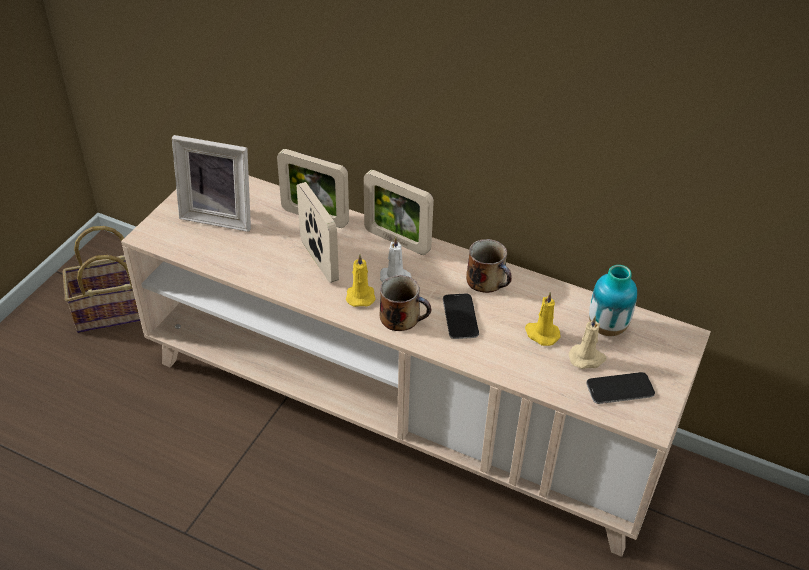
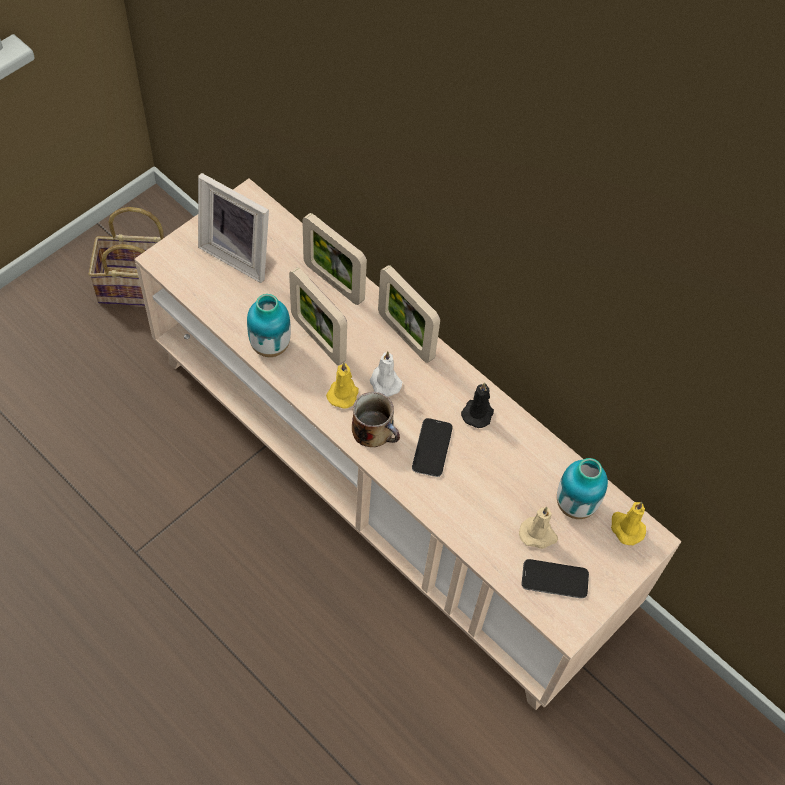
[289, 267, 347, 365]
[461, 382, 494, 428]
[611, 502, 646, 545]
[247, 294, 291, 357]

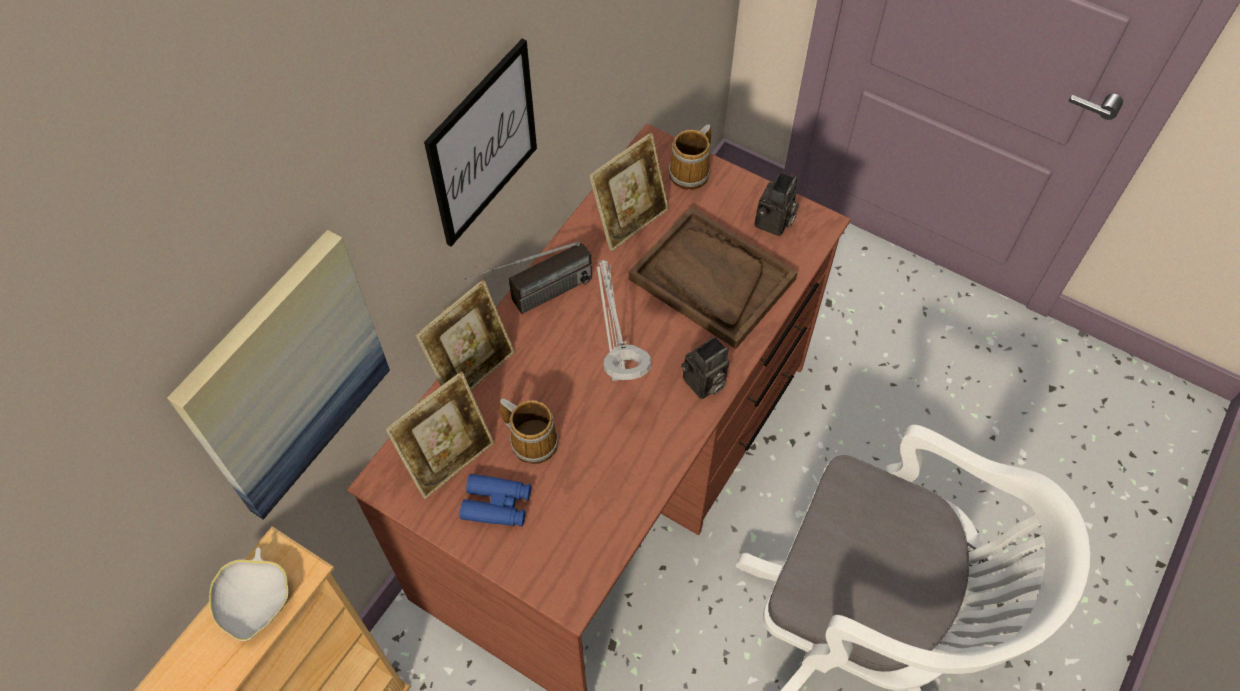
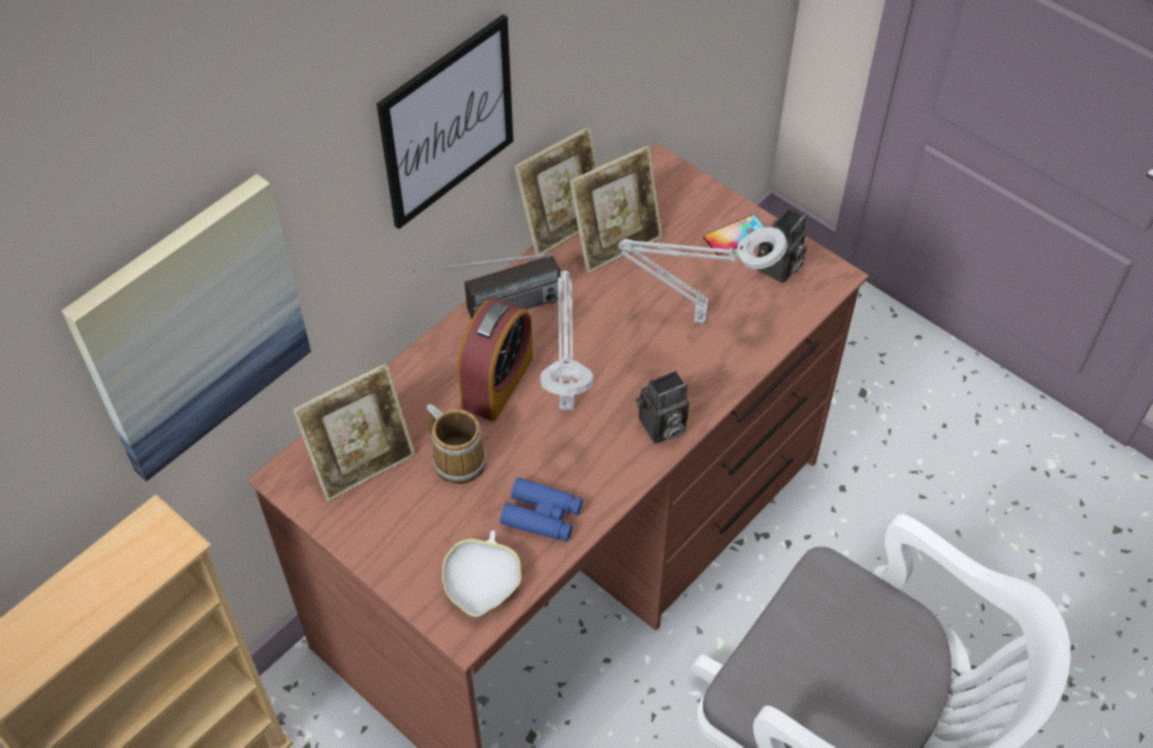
[442, 530, 521, 617]
[514, 127, 598, 255]
[500, 477, 583, 542]
[618, 227, 788, 324]
[669, 124, 711, 190] (first image)
[458, 298, 533, 421]
[703, 214, 765, 255]

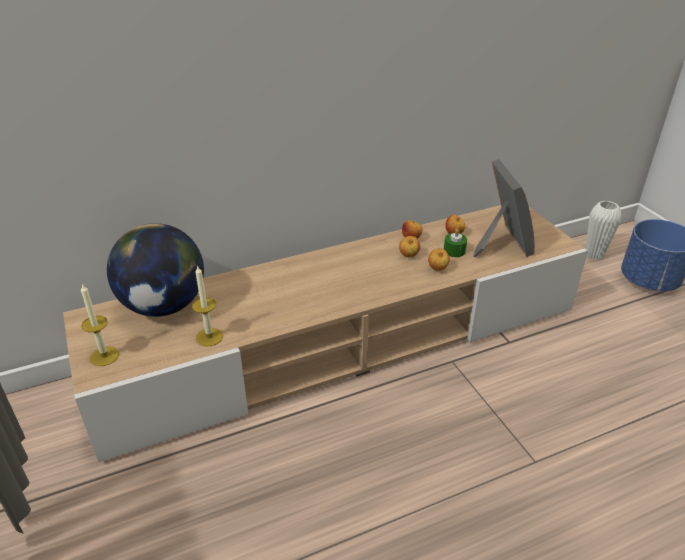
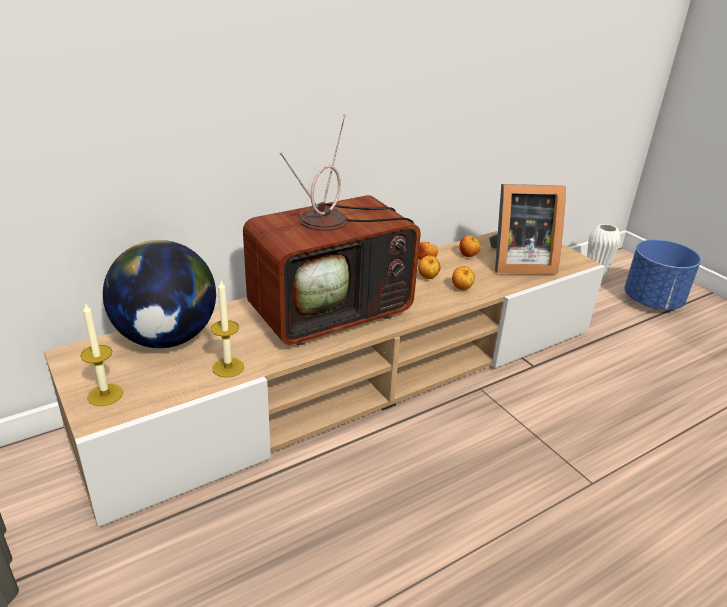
[444, 228, 467, 257] (first image)
[489, 184, 566, 274]
[243, 114, 421, 345]

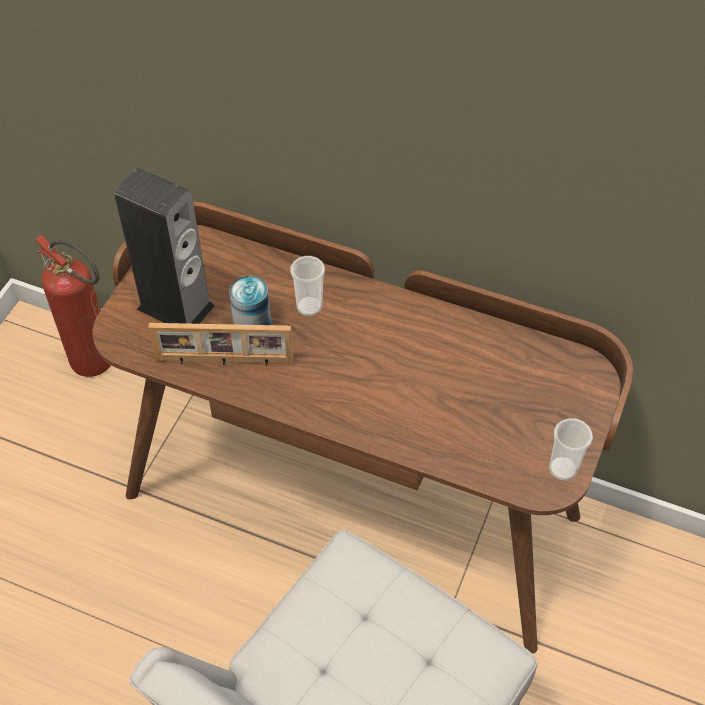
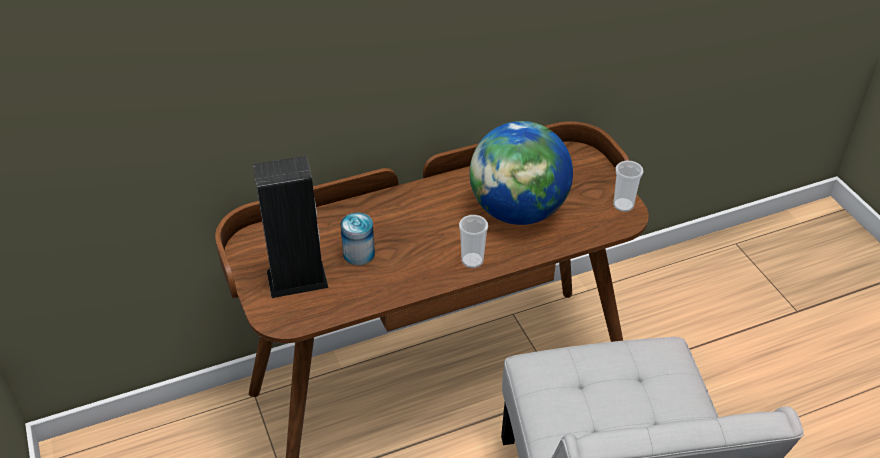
[35, 235, 111, 377] (first image)
[148, 323, 293, 366] (first image)
[459, 215, 488, 268]
[470, 121, 573, 225]

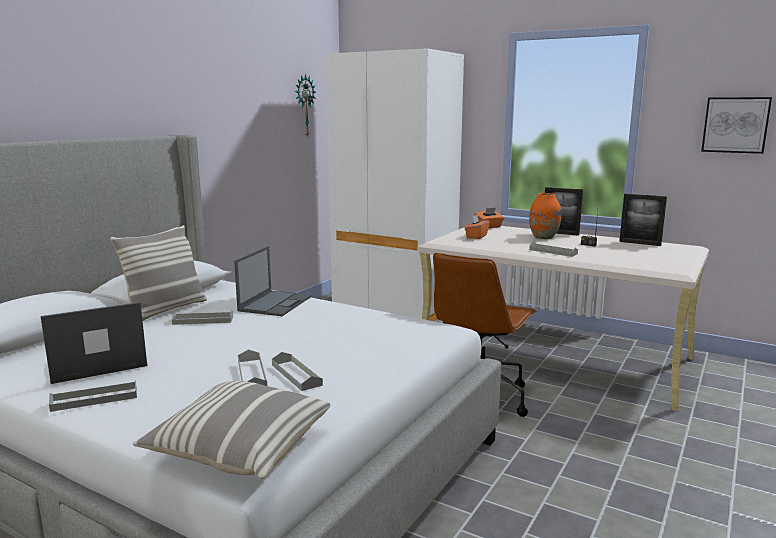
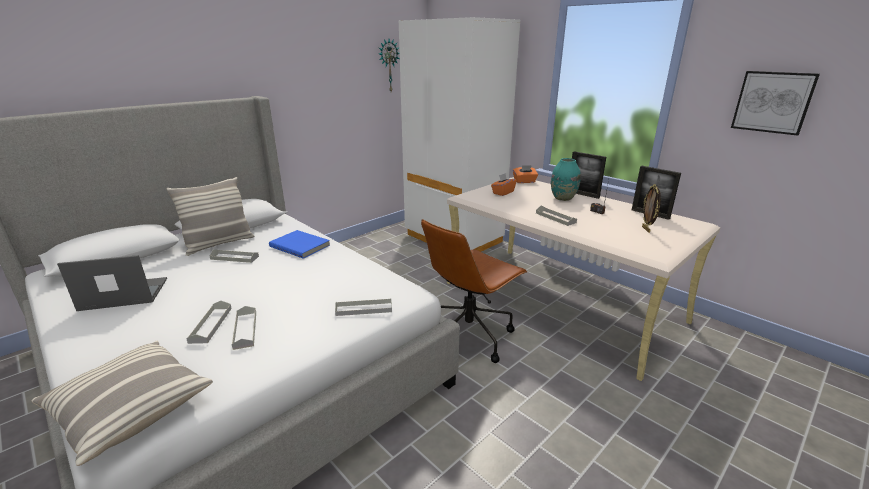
[335, 299, 392, 316]
[269, 230, 330, 259]
[551, 158, 581, 201]
[642, 184, 661, 233]

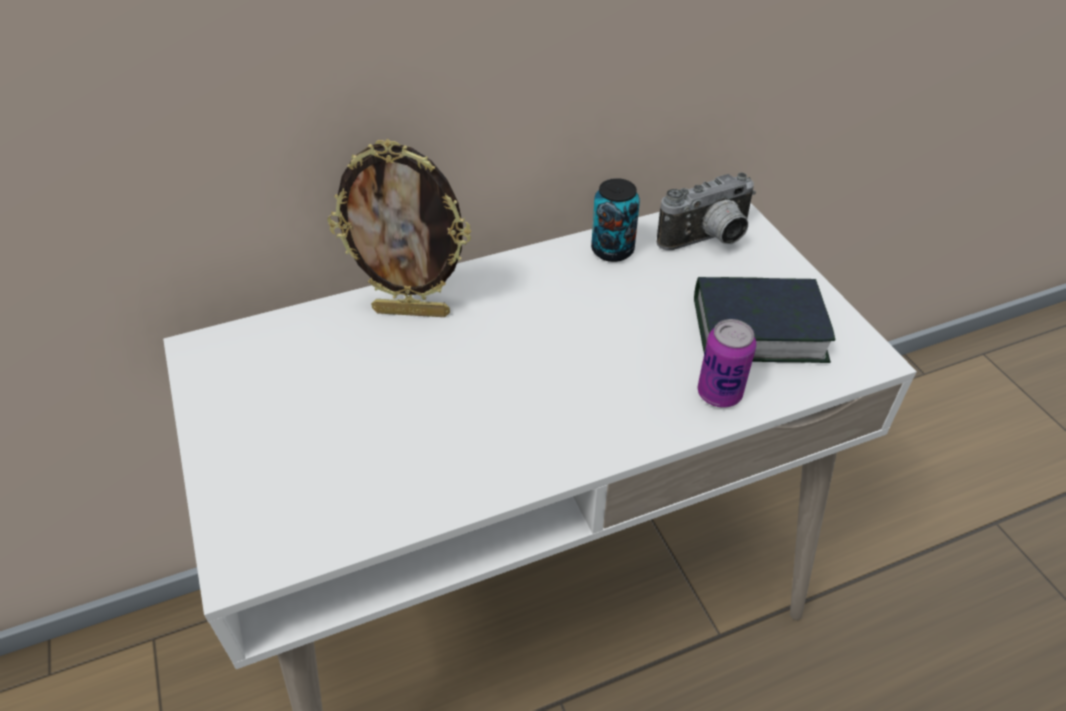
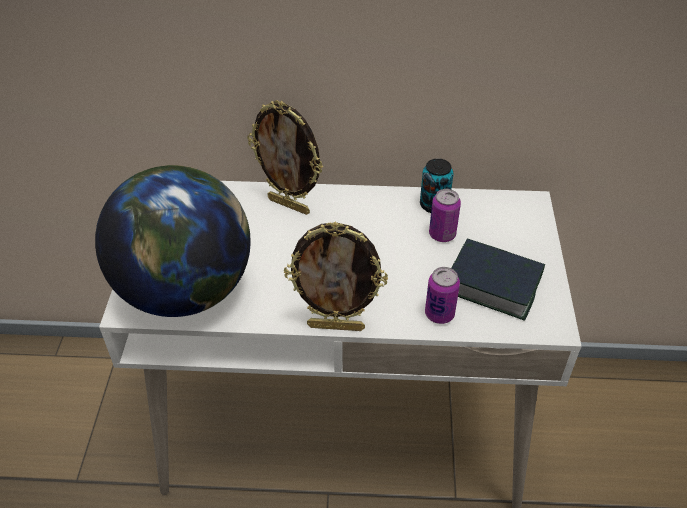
[657, 172, 756, 250] (first image)
[95, 165, 251, 317]
[284, 221, 388, 331]
[429, 189, 461, 242]

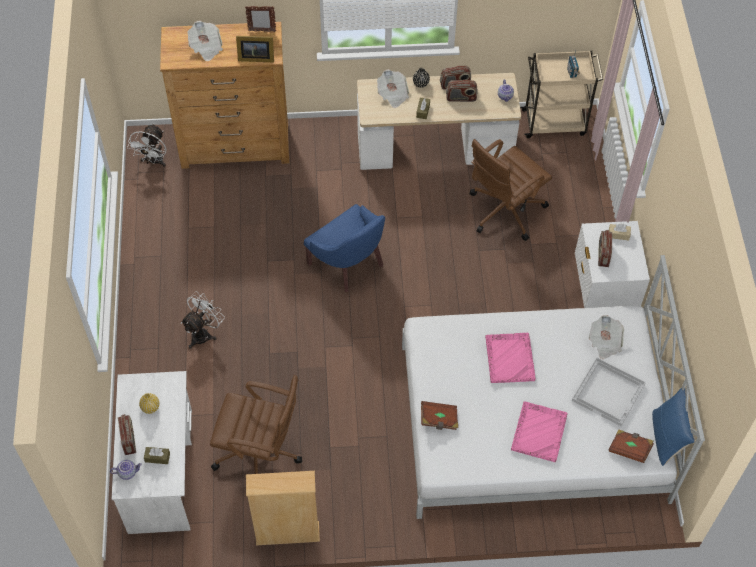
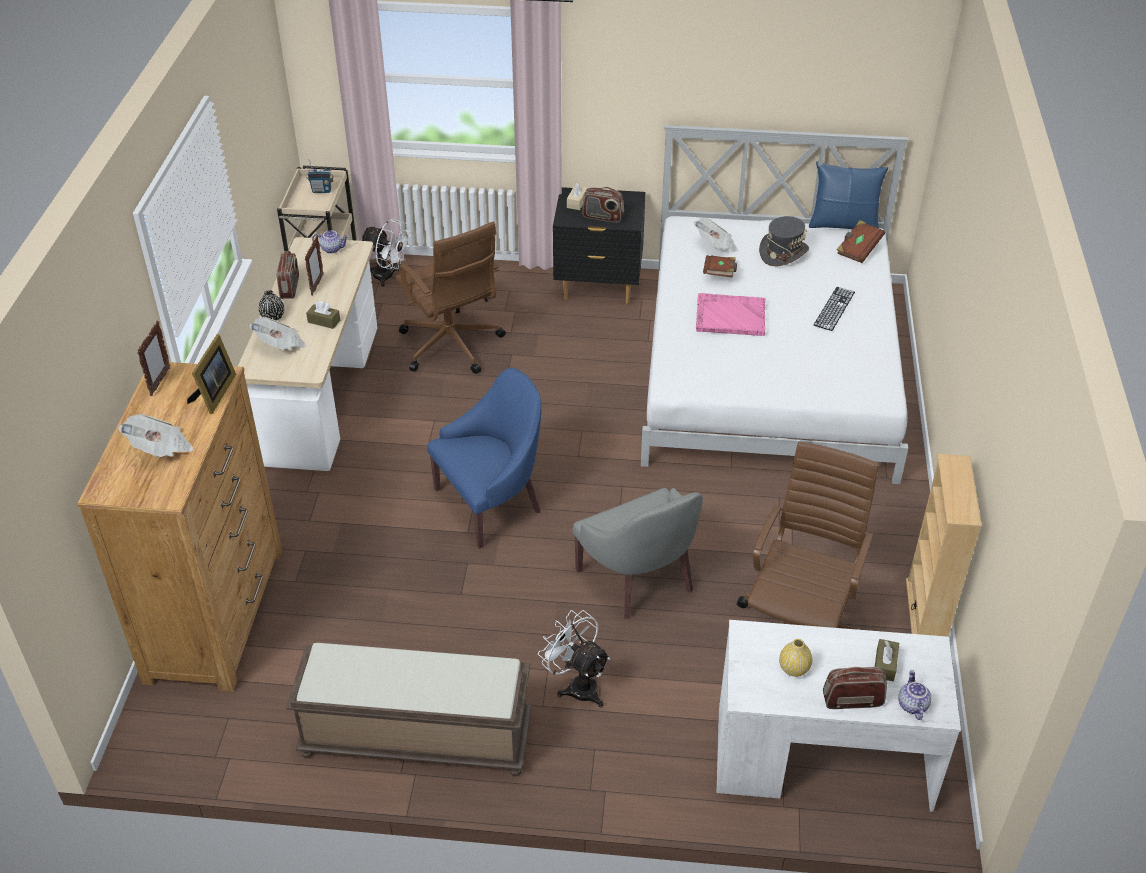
[362, 219, 411, 287]
[703, 255, 737, 278]
[305, 235, 324, 296]
[813, 287, 855, 331]
[759, 216, 809, 266]
[553, 187, 646, 304]
[286, 643, 532, 776]
[573, 488, 703, 619]

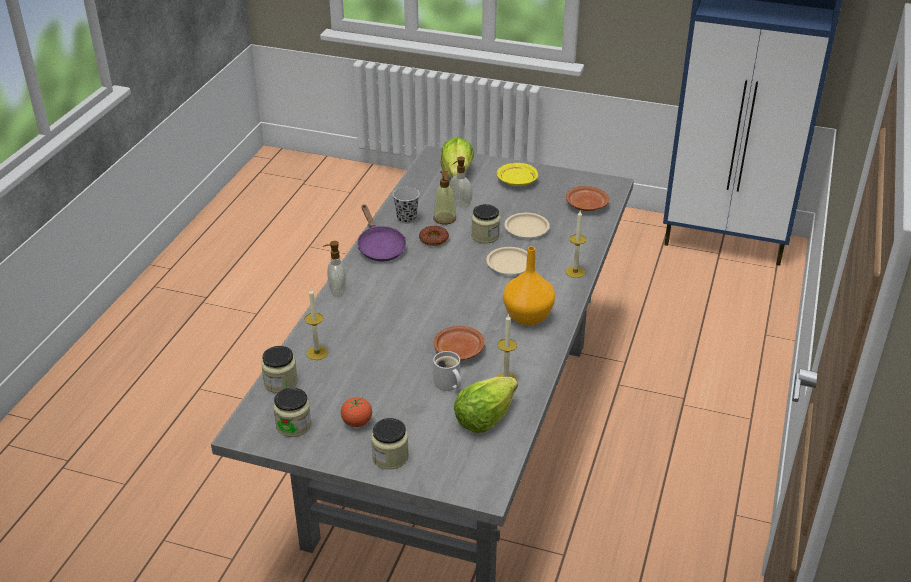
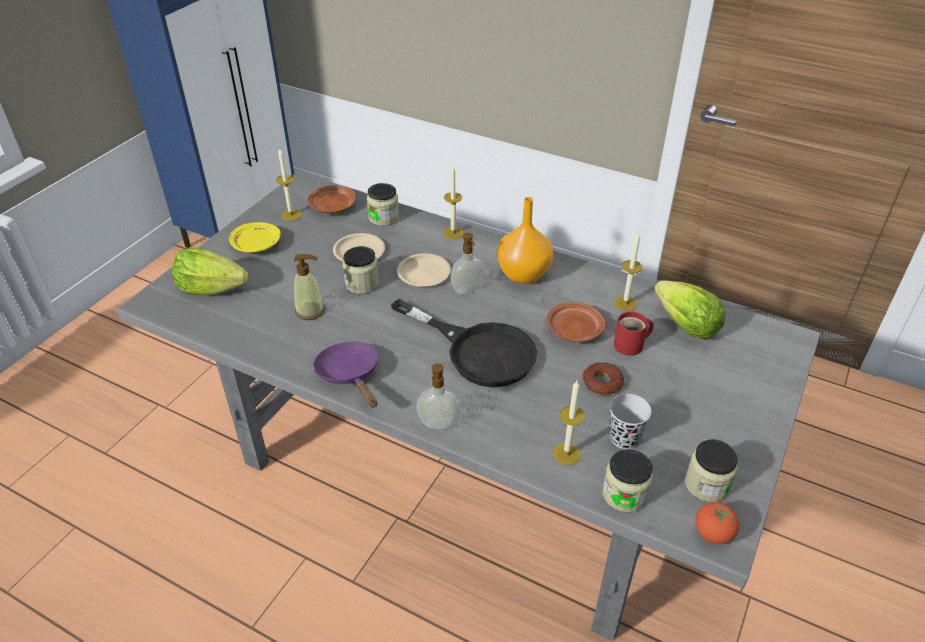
[695, 502, 740, 544]
[313, 341, 378, 408]
[367, 183, 399, 226]
[610, 394, 652, 449]
[583, 362, 624, 395]
[614, 312, 653, 356]
[451, 233, 485, 295]
[276, 148, 302, 221]
[391, 299, 537, 387]

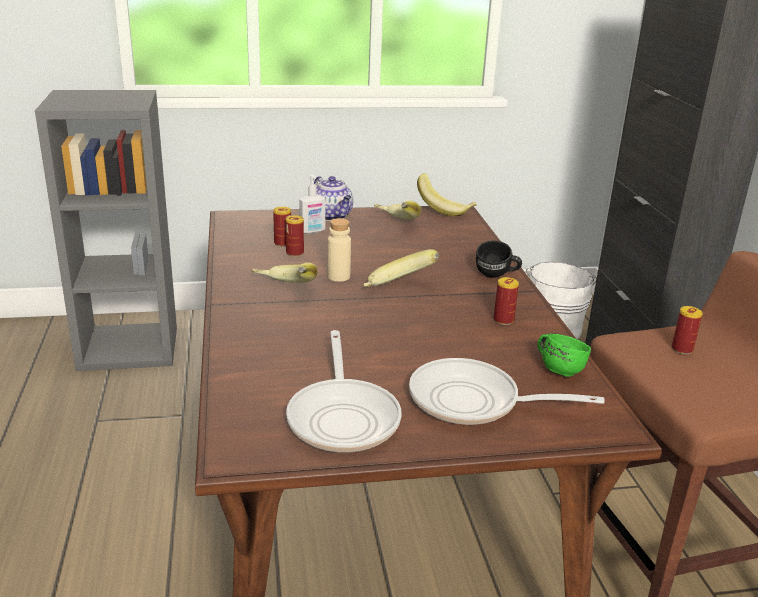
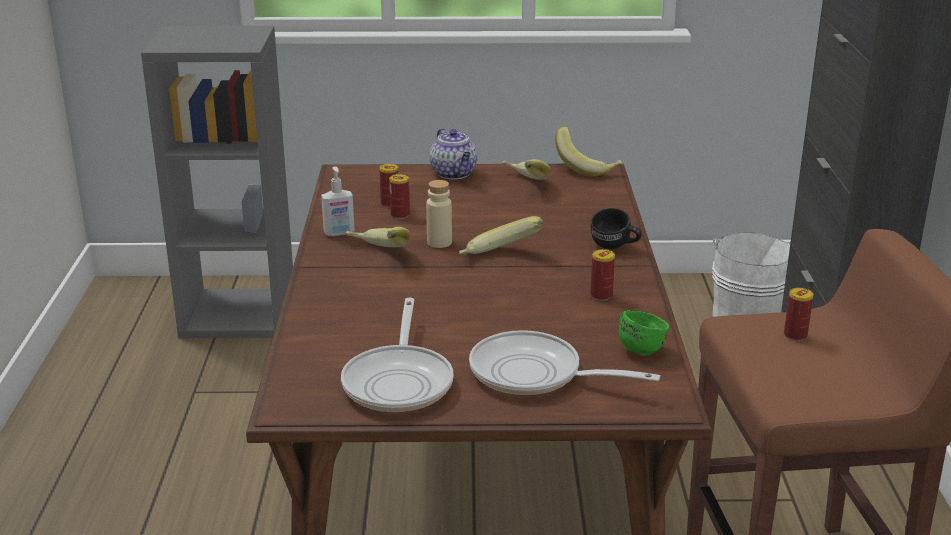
[321, 167, 355, 236]

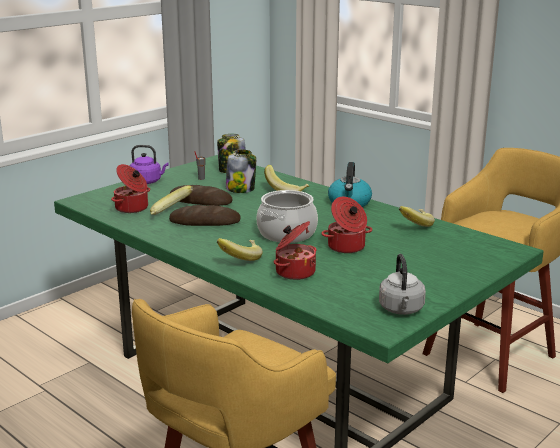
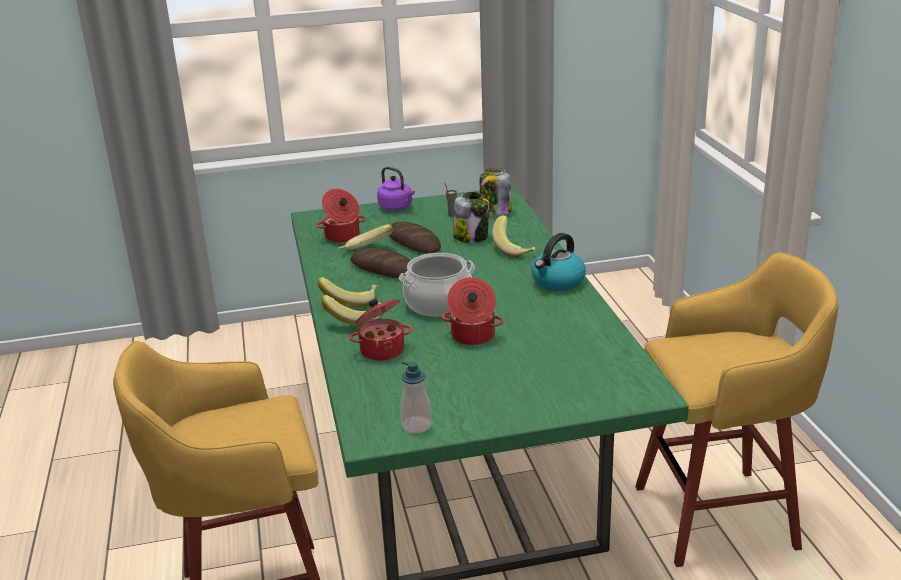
[401, 360, 432, 433]
[318, 277, 378, 308]

